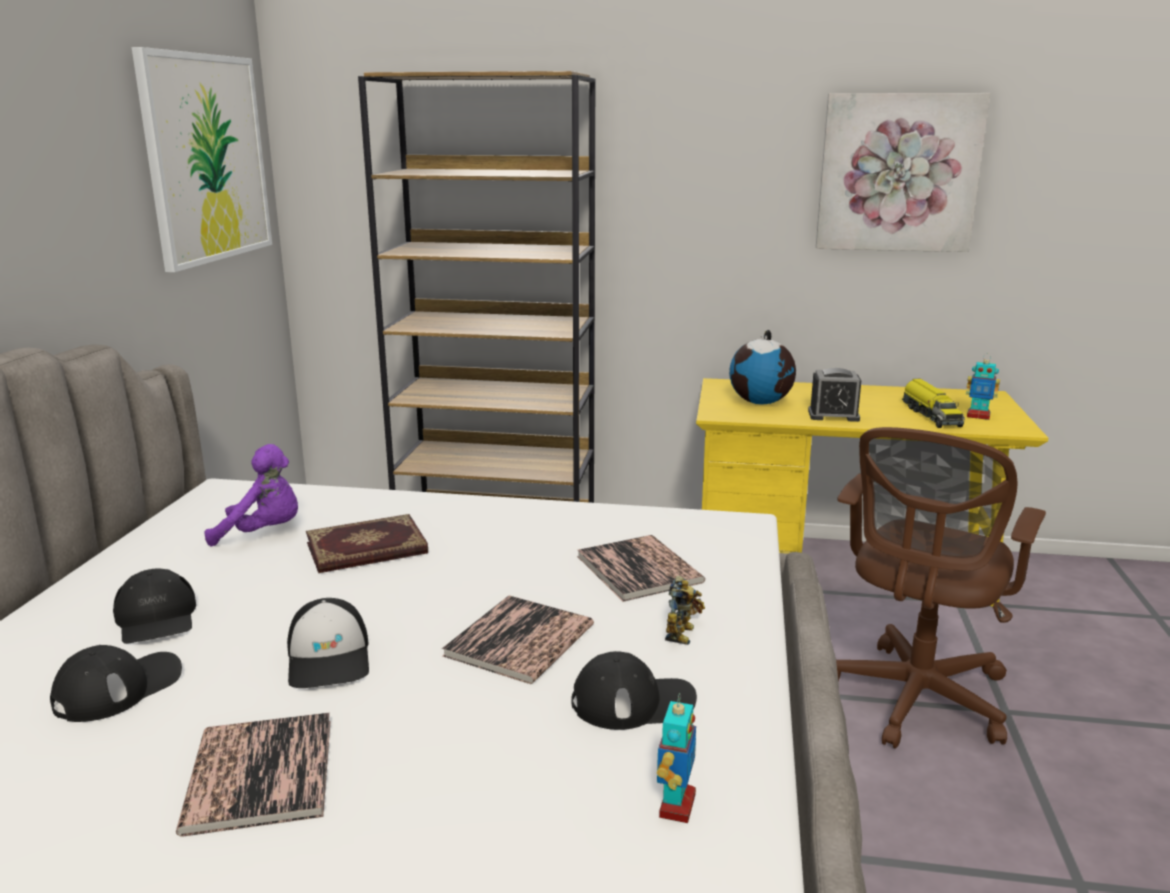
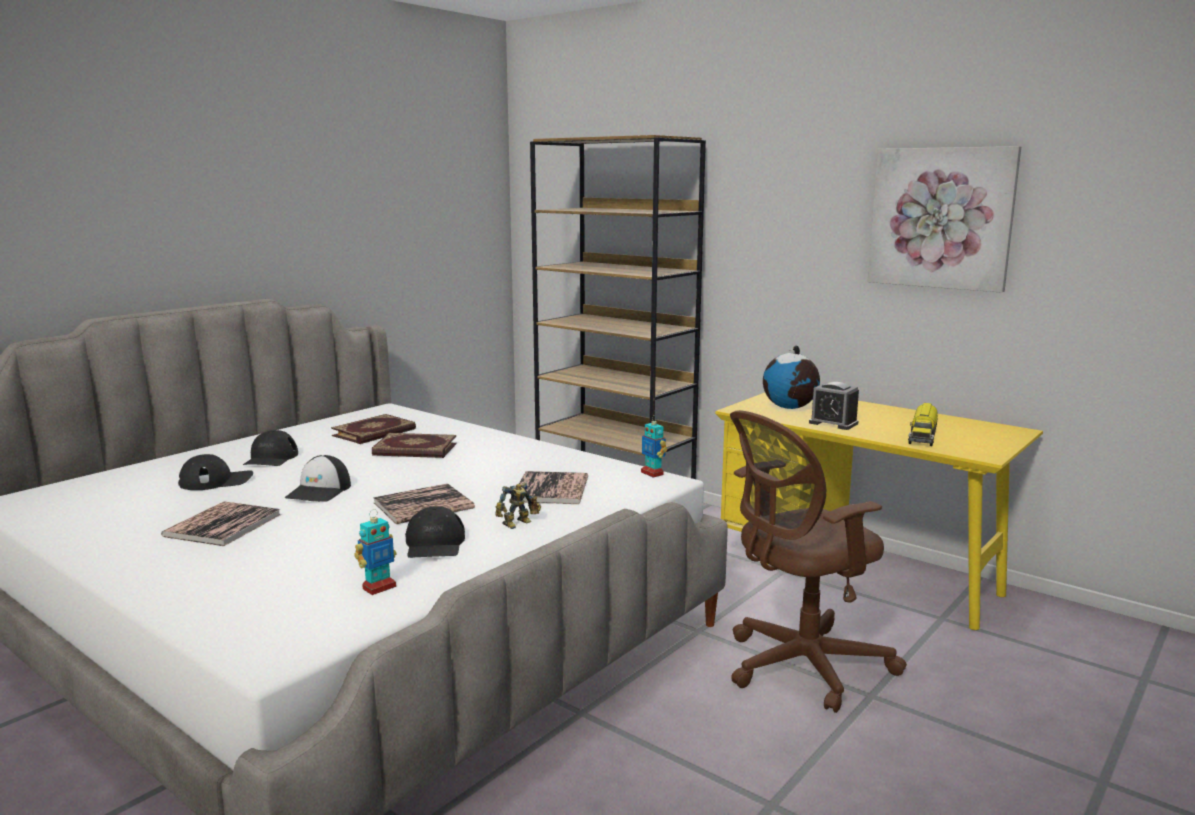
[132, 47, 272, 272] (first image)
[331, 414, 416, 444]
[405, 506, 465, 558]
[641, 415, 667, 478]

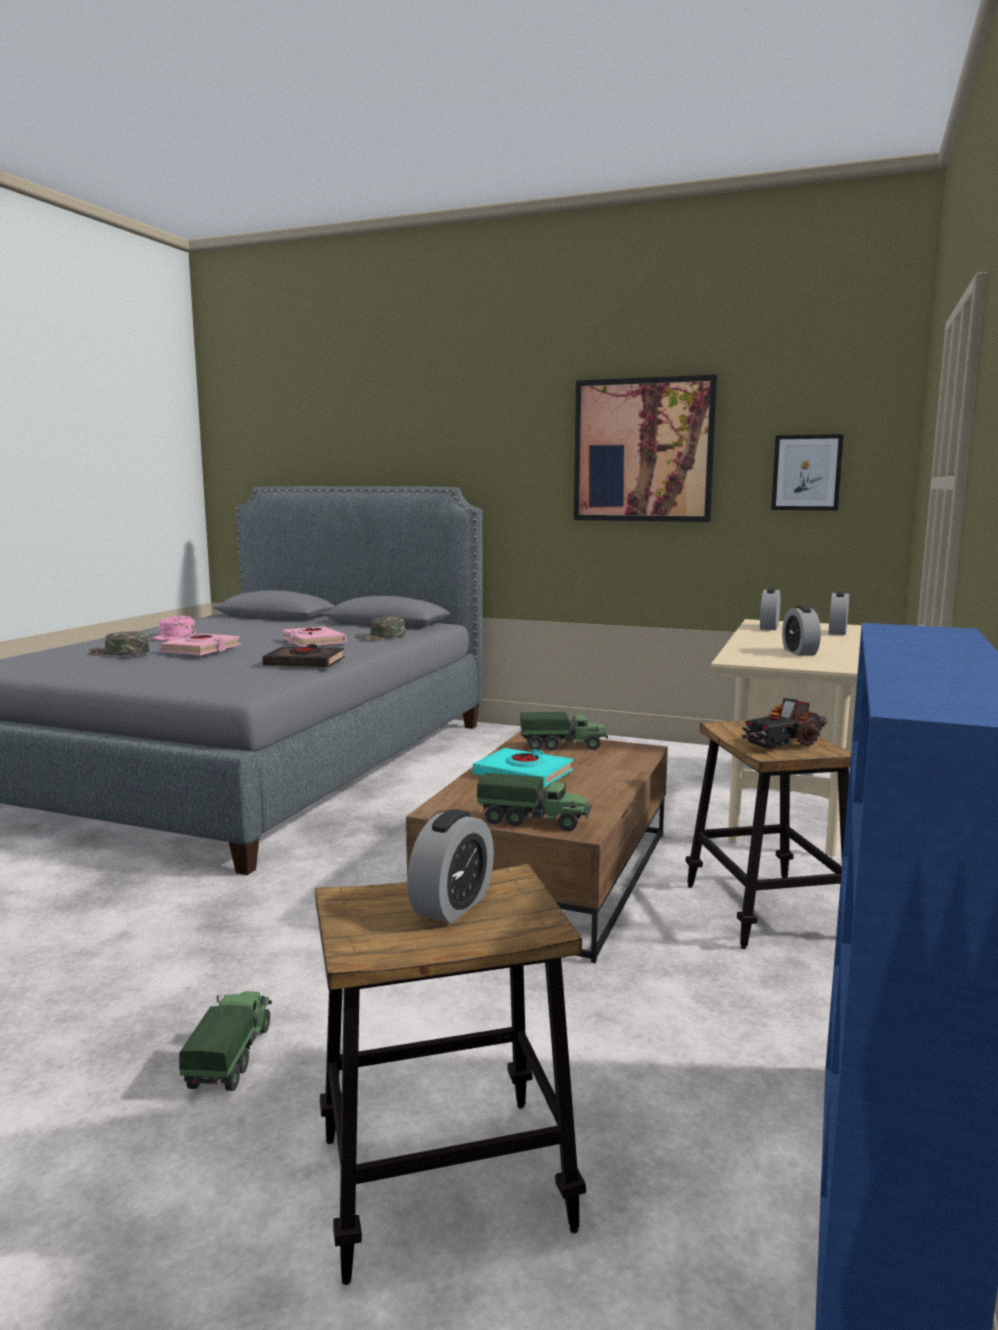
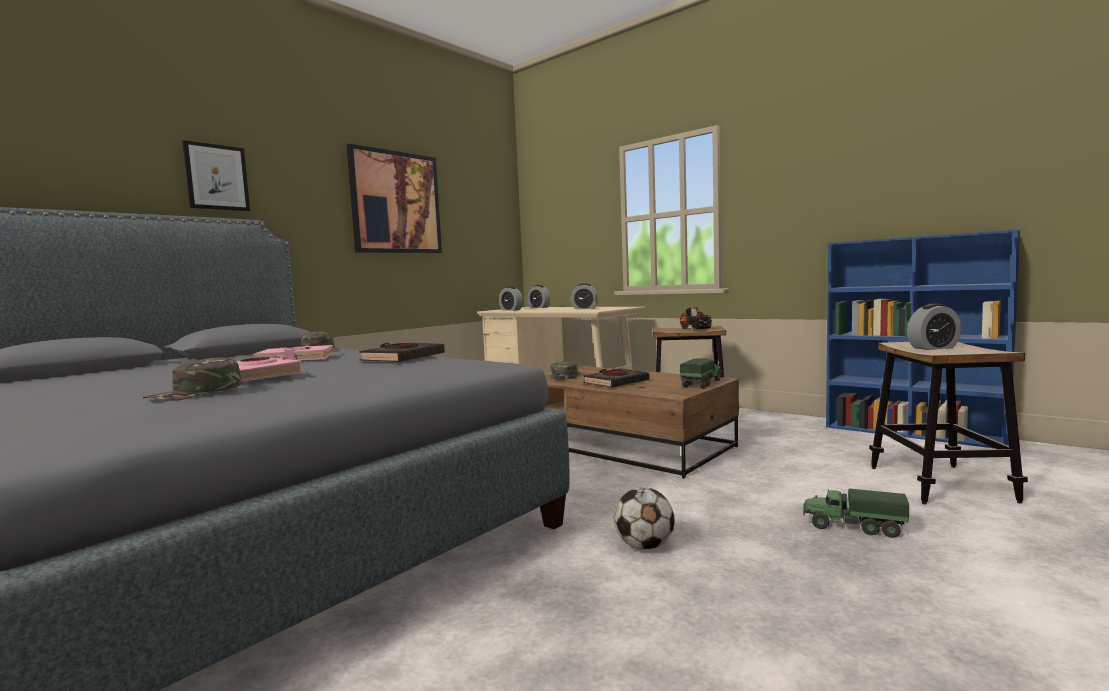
[148, 616, 196, 641] (first image)
[907, 304, 961, 350]
[583, 368, 650, 388]
[550, 361, 581, 380]
[182, 140, 250, 211]
[614, 488, 675, 550]

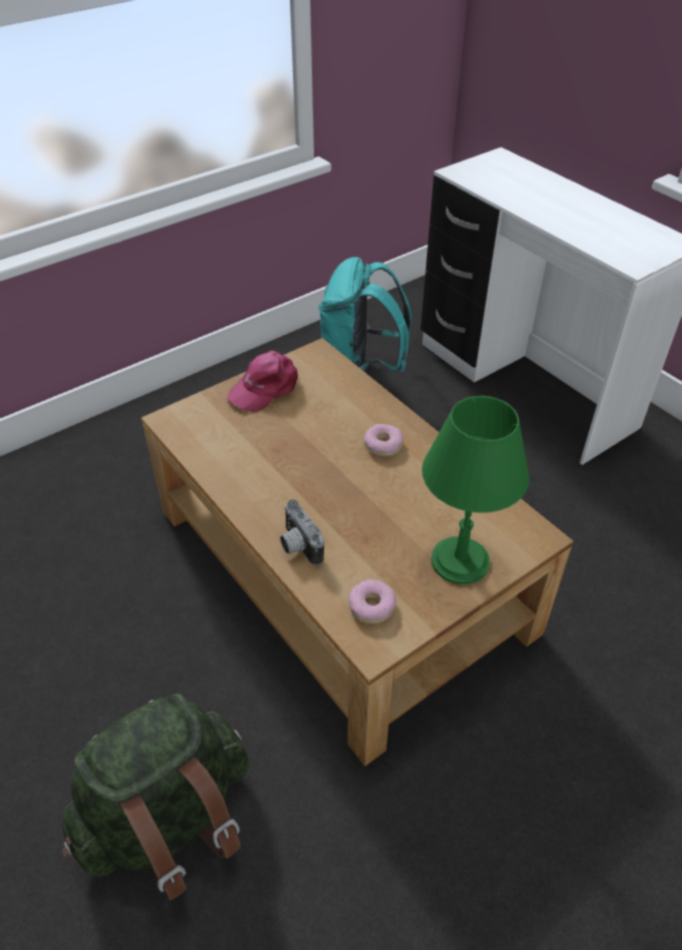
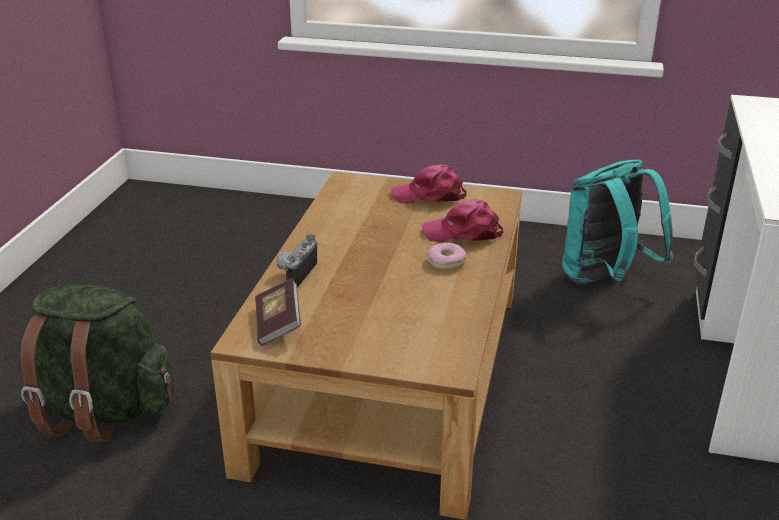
[255, 278, 301, 346]
[422, 396, 529, 584] (first image)
[422, 200, 503, 243]

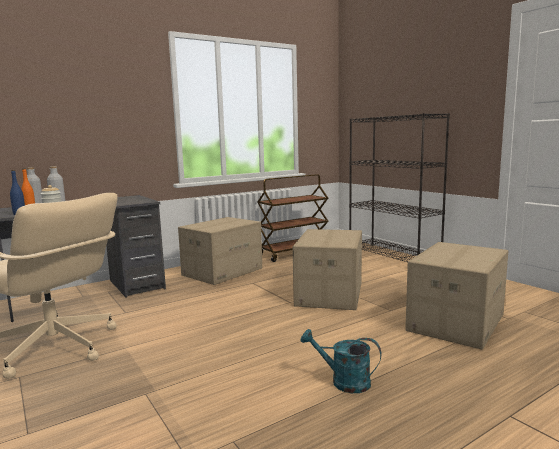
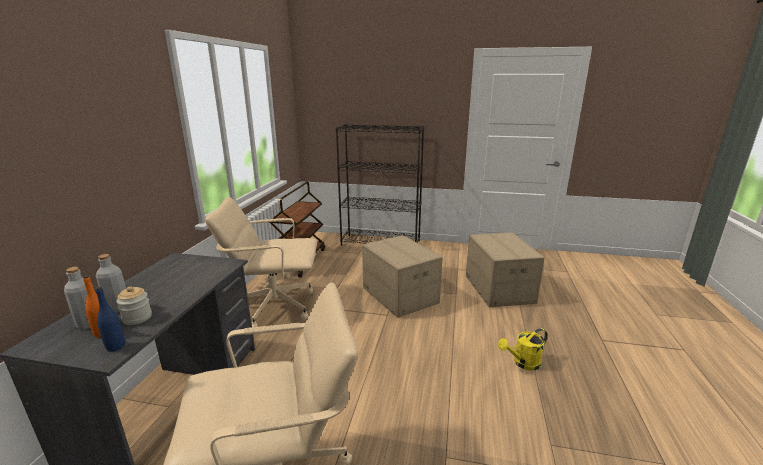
[205, 197, 317, 328]
[498, 328, 548, 371]

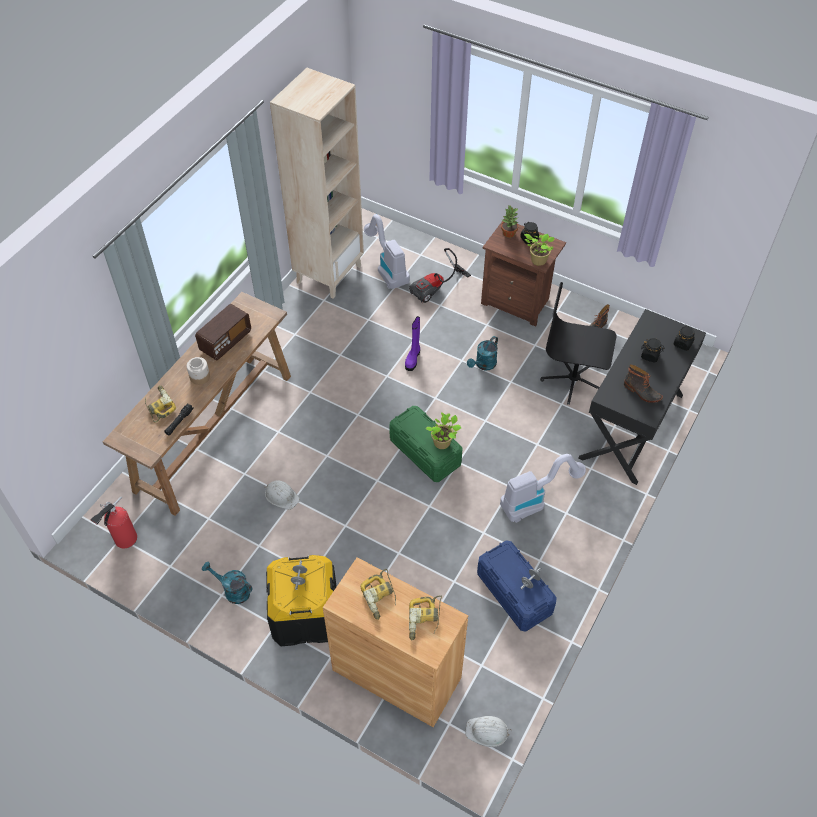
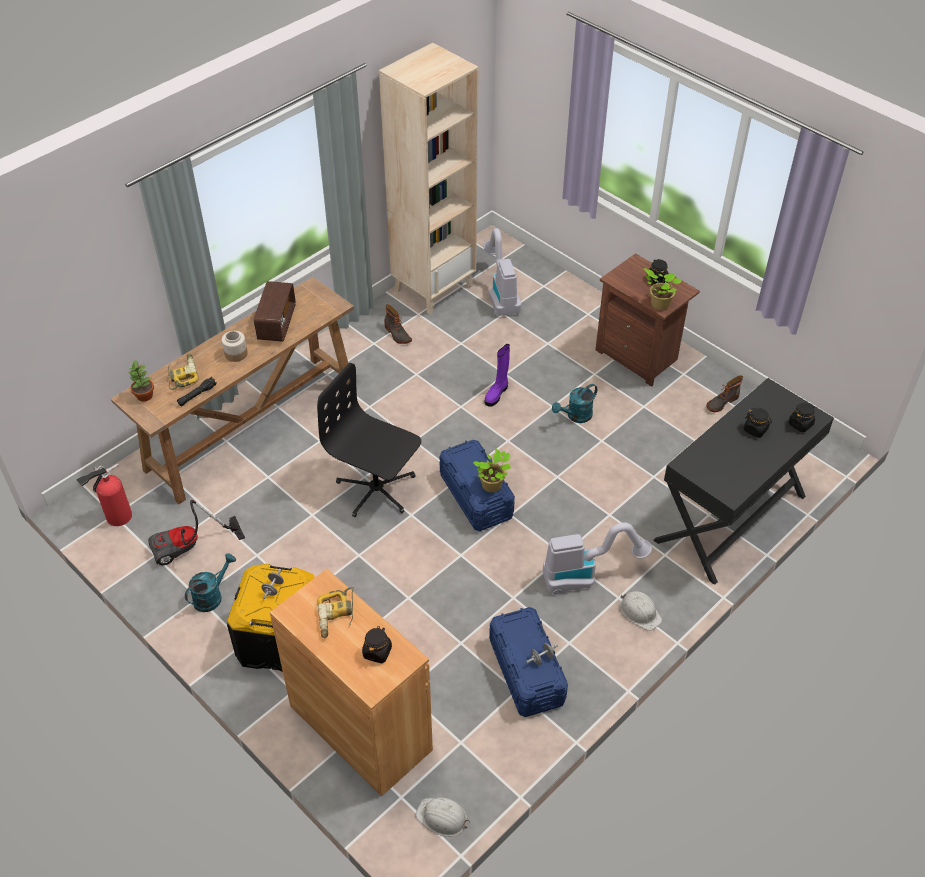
[254, 281, 296, 342]
[185, 553, 236, 612]
[620, 591, 662, 631]
[439, 440, 515, 531]
[148, 500, 245, 565]
[362, 626, 392, 663]
[128, 359, 154, 402]
[317, 363, 421, 517]
[384, 304, 412, 344]

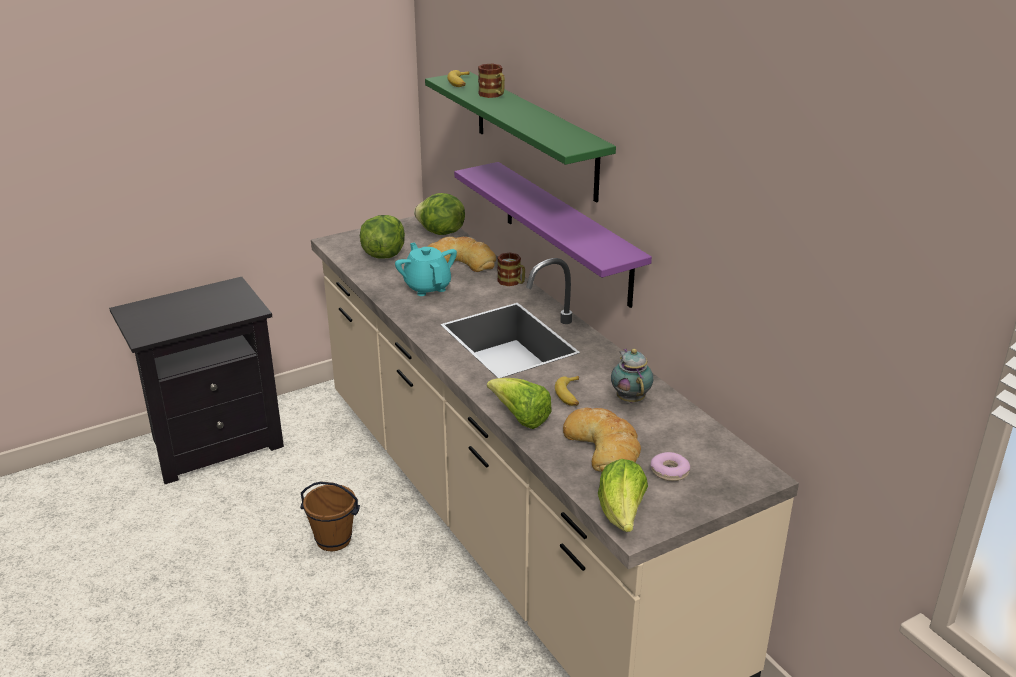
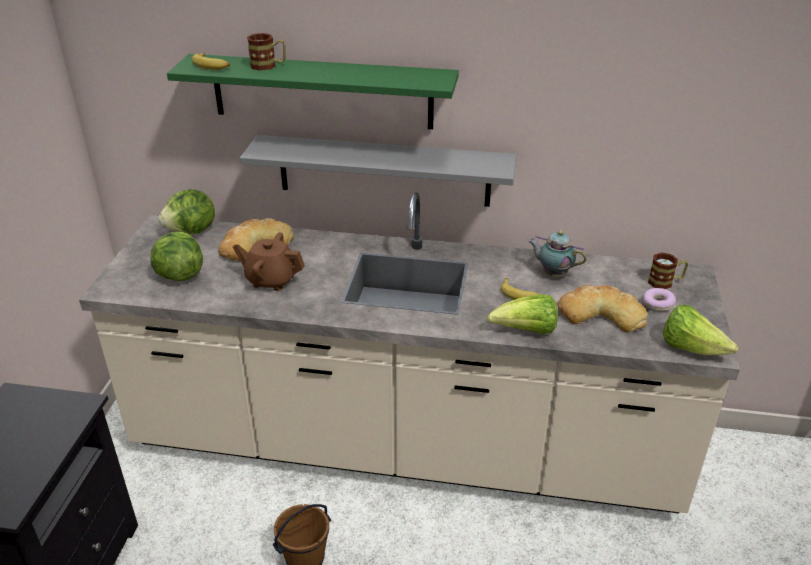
[233, 232, 305, 291]
[240, 135, 517, 207]
[648, 252, 688, 289]

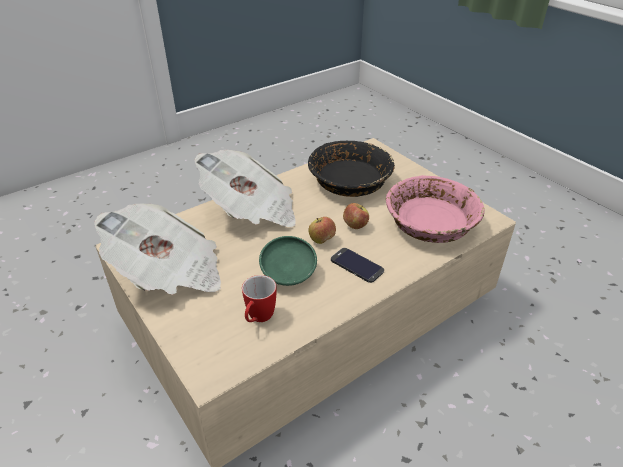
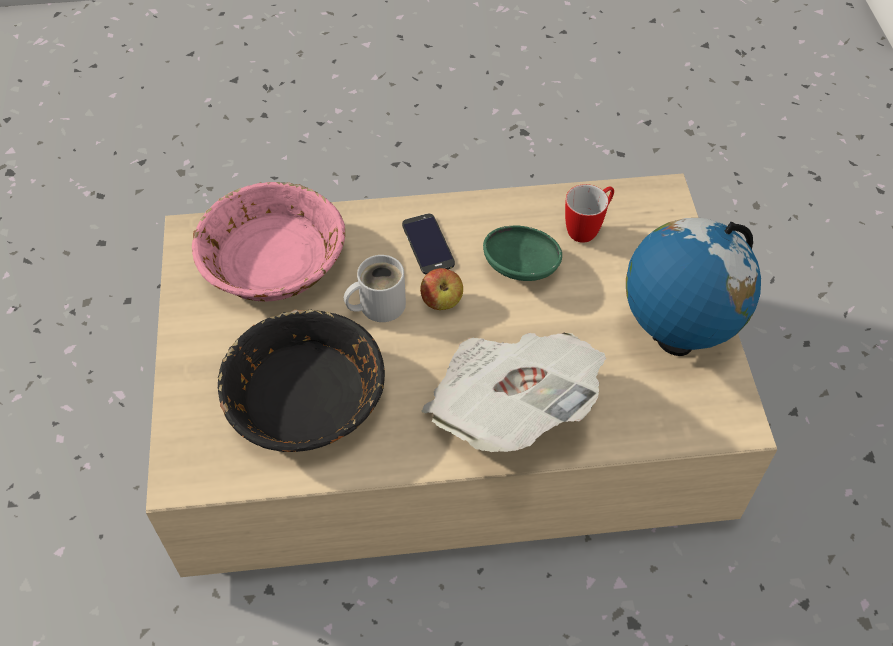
[626, 218, 761, 356]
[344, 255, 406, 322]

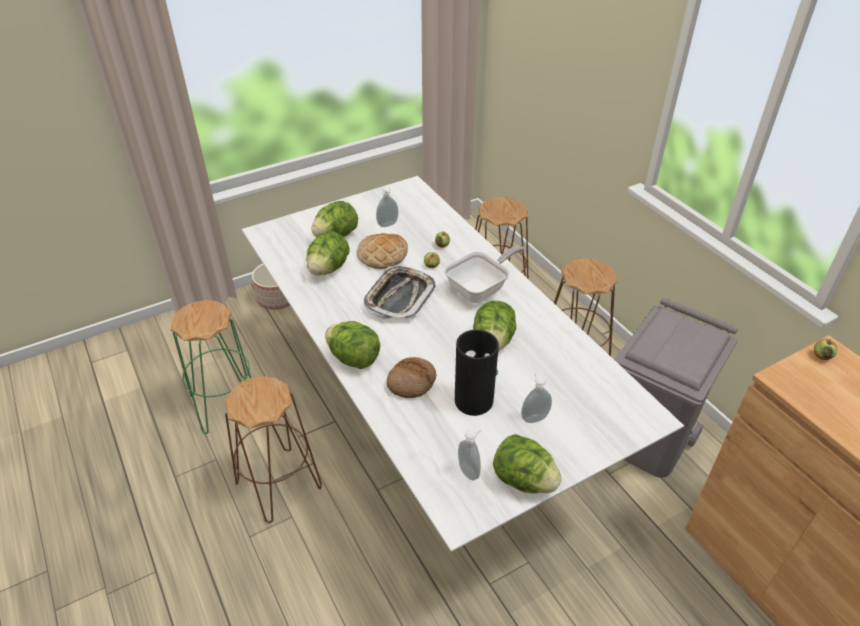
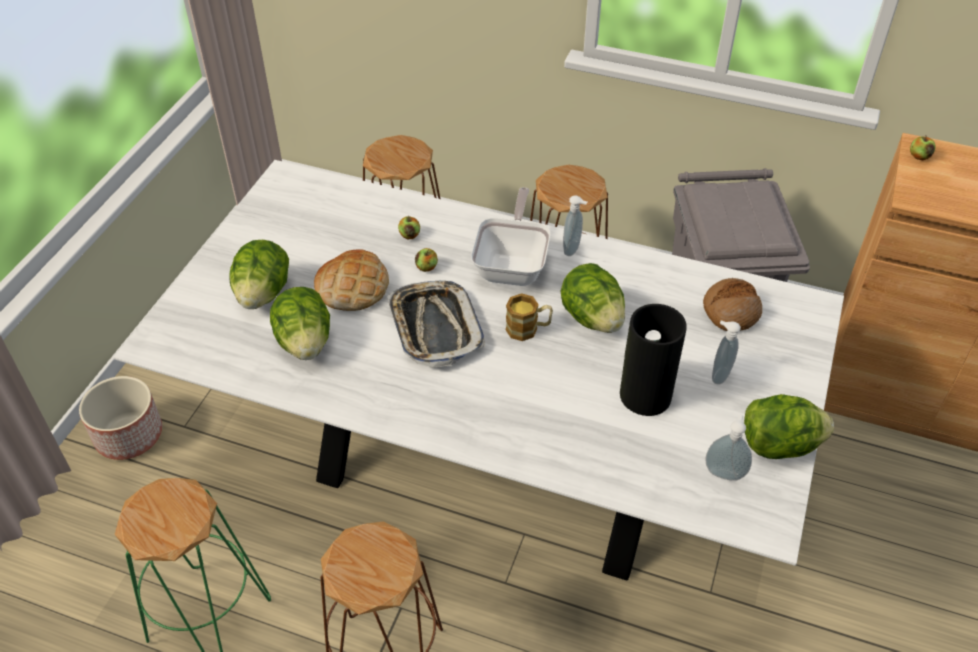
[325, 321, 380, 369] (first image)
[563, 195, 588, 256]
[703, 278, 762, 331]
[506, 293, 553, 341]

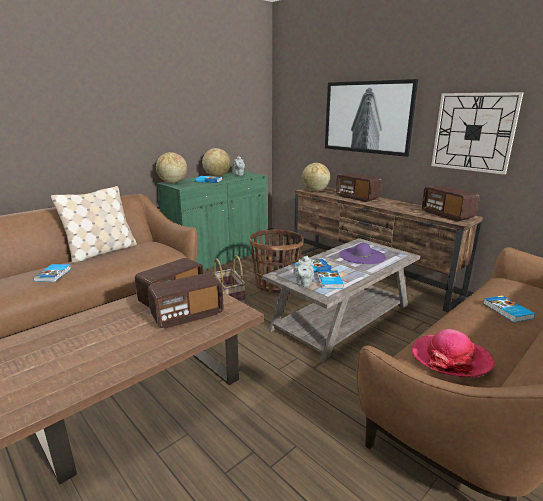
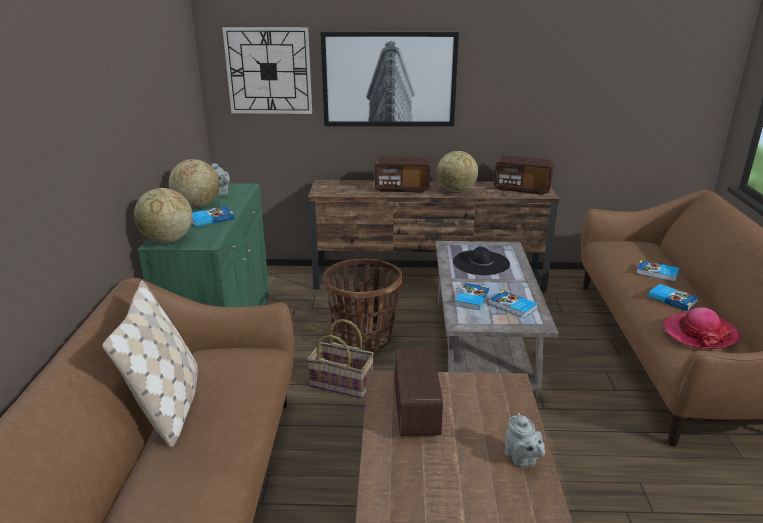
[648, 284, 699, 311]
[148, 273, 224, 329] (first image)
[505, 413, 545, 468]
[437, 151, 478, 192]
[453, 247, 510, 275]
[222, 27, 312, 114]

